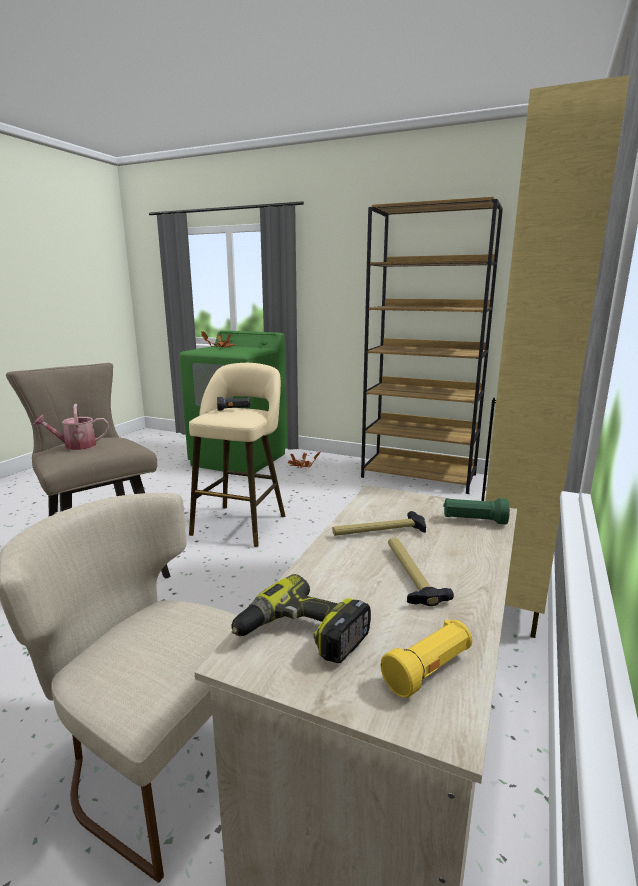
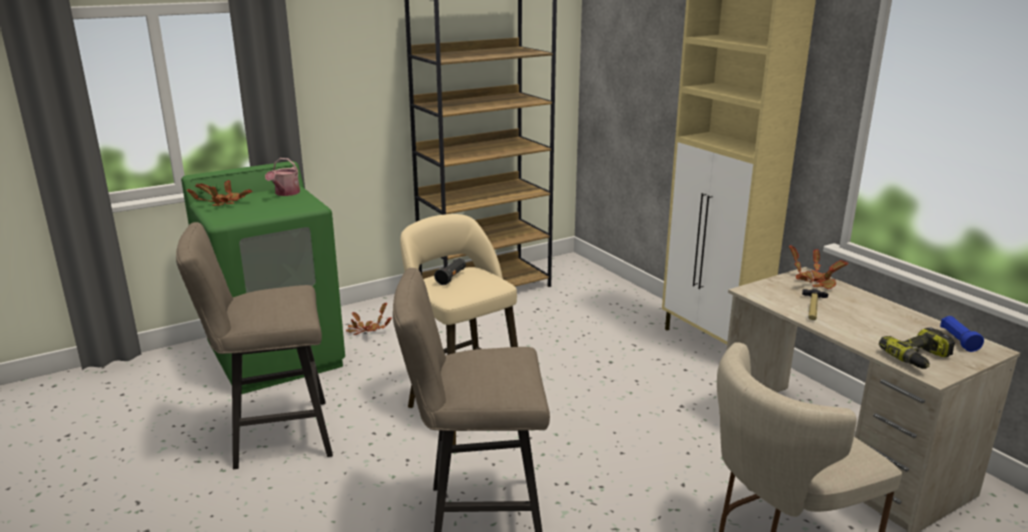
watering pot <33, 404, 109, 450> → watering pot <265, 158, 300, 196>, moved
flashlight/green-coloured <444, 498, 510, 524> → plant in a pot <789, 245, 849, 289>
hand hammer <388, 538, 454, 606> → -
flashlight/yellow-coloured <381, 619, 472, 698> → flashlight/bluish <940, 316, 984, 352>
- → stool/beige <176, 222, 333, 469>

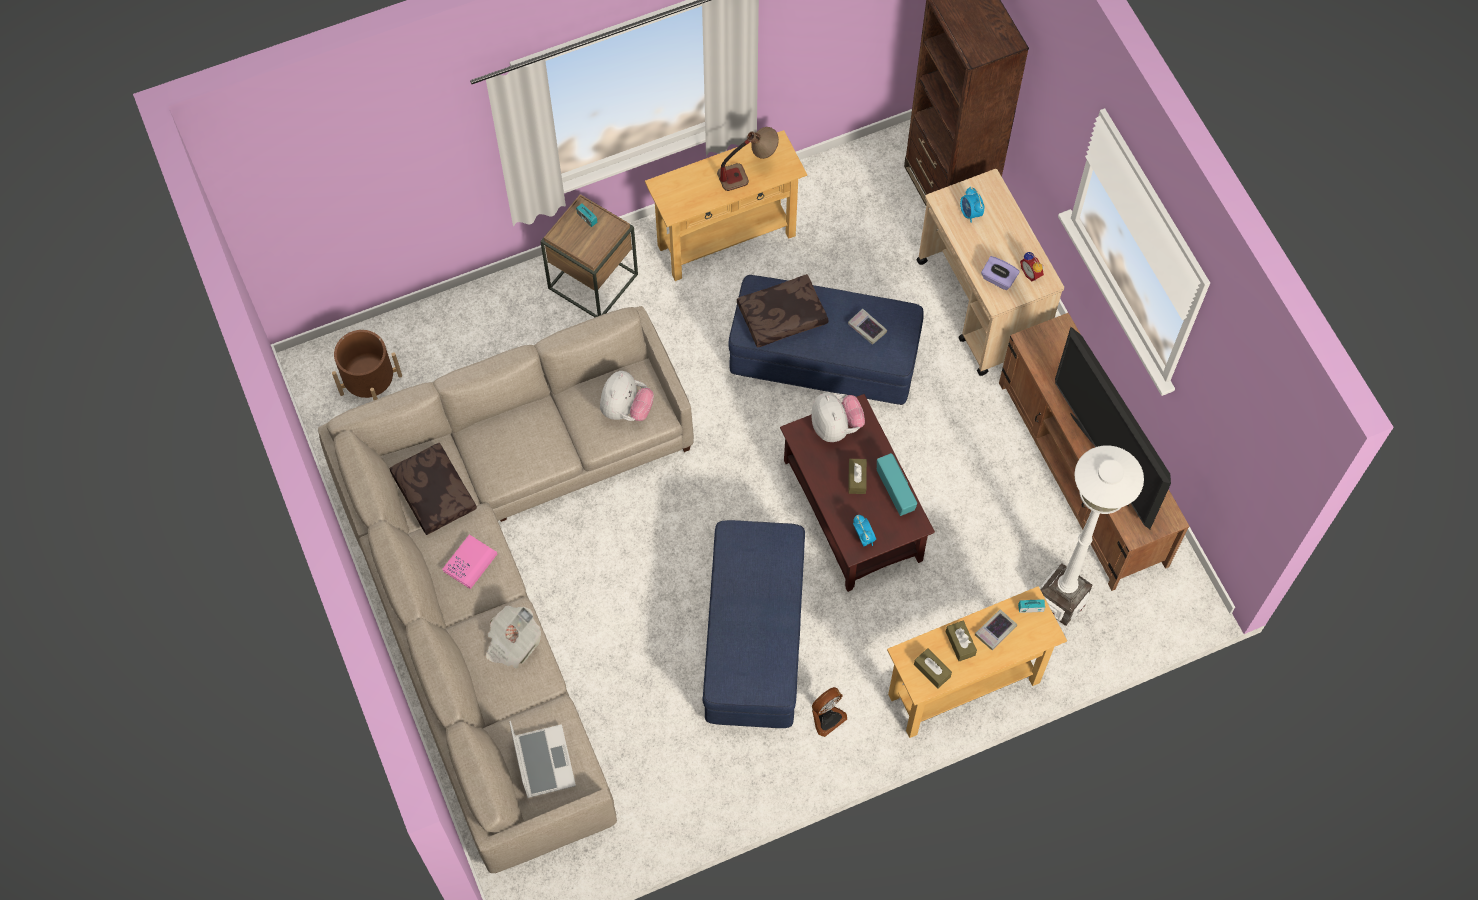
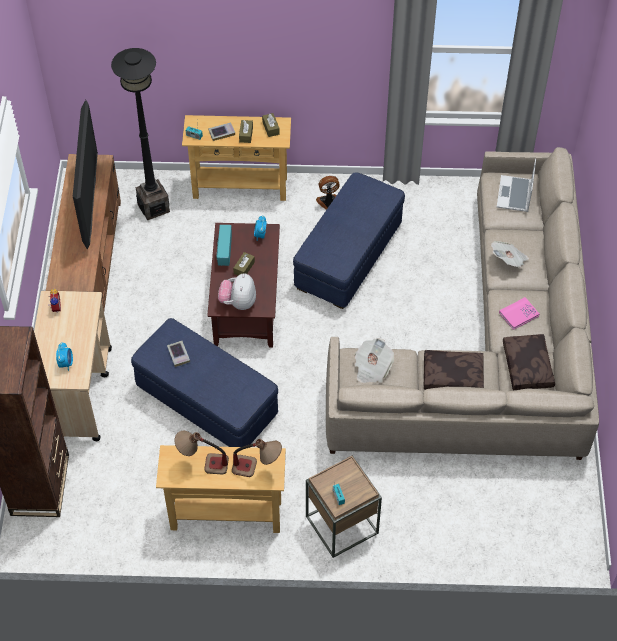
tissue box/purple-coloured <981, 256, 1020, 290> → -
cushion/brownish <737, 274, 829, 348> → cushion/brownish <424, 350, 484, 390>, moved
flower pot/brownish <332, 330, 402, 400> → -
soft toy <600, 371, 654, 421> → newspaper <354, 338, 395, 383>
standard lamp/whitish <1040, 445, 1144, 626> → standard lamp/black <111, 48, 170, 220>
- → lamp for a table <232, 439, 282, 477>

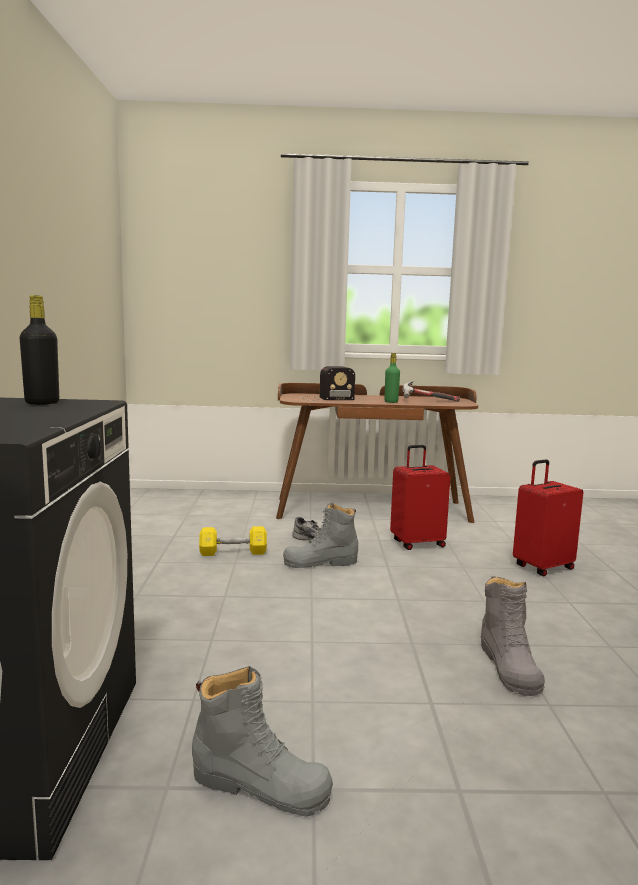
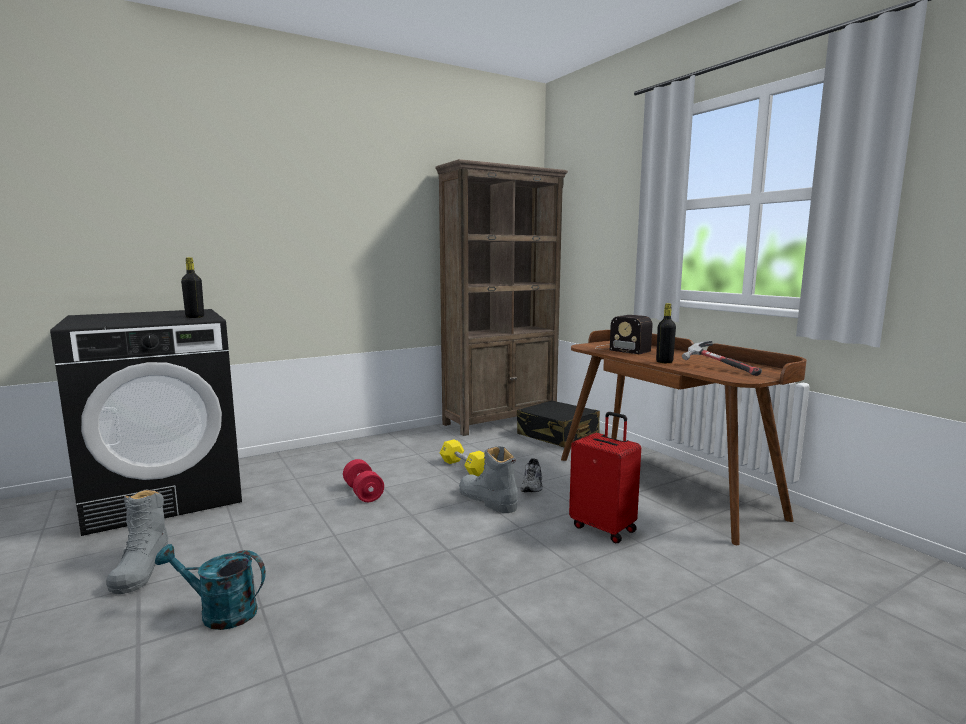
beverage bottle/green-coloured <384, 353, 400, 403> → beverage bottle/black <656, 303, 676, 363>
travel case/reddish <513, 459, 583, 576> → -
boot/gray <481, 576, 545, 696> → -
- → bookshelf/brownish <435, 159, 568, 436>
- → travel case/black <517, 400, 600, 447>
- → free weight/reddish <343, 459, 384, 502>
- → watering pot/blue-green <155, 544, 266, 630>

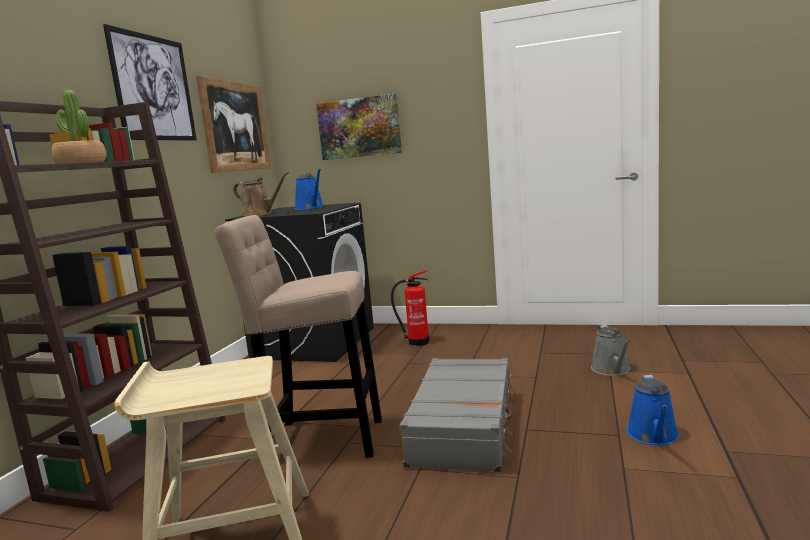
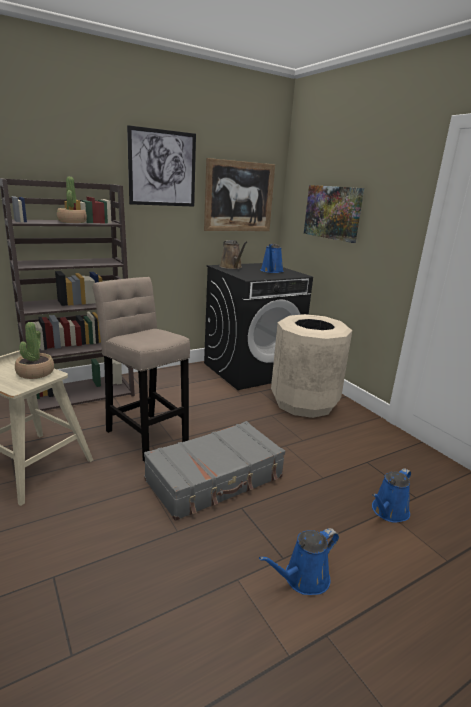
fire extinguisher <391, 270, 429, 346> → trash can/beige <271, 314, 352, 418>
watering pot/gray <591, 325, 630, 376> → watering pot/bluish <372, 468, 411, 523>
- → plant in a pot <15, 322, 54, 379>

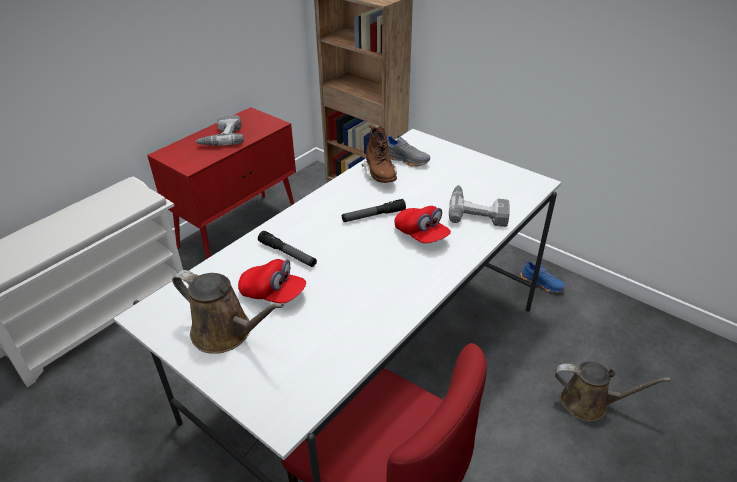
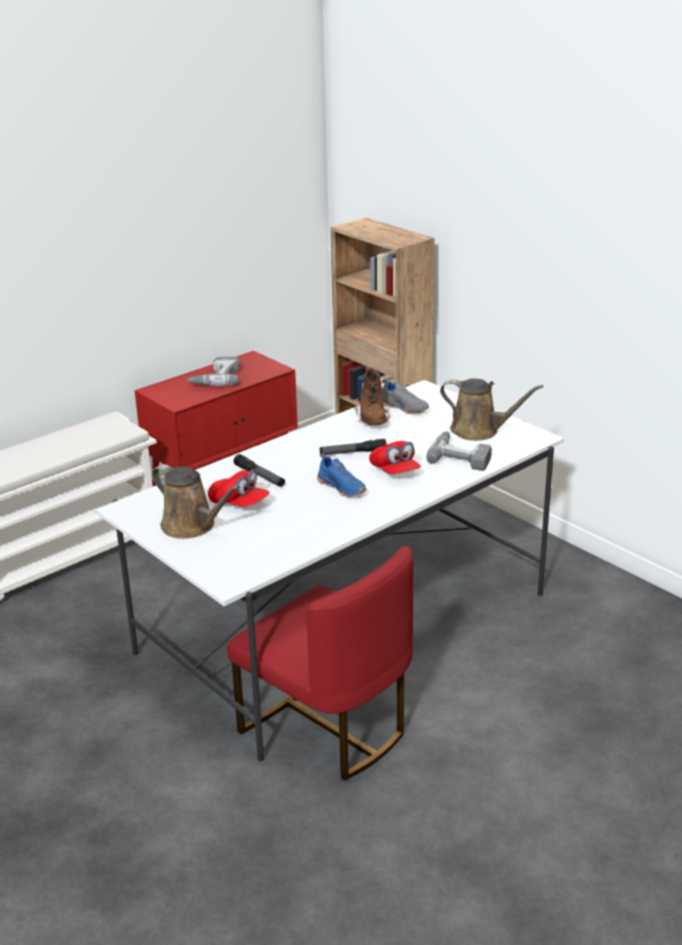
shoe/bluish <520, 260, 566, 293> → shoe/bluish <317, 453, 366, 497>, moved
watering pot/brownish <555, 361, 670, 422> → watering pot/brownish <440, 379, 544, 441>, moved

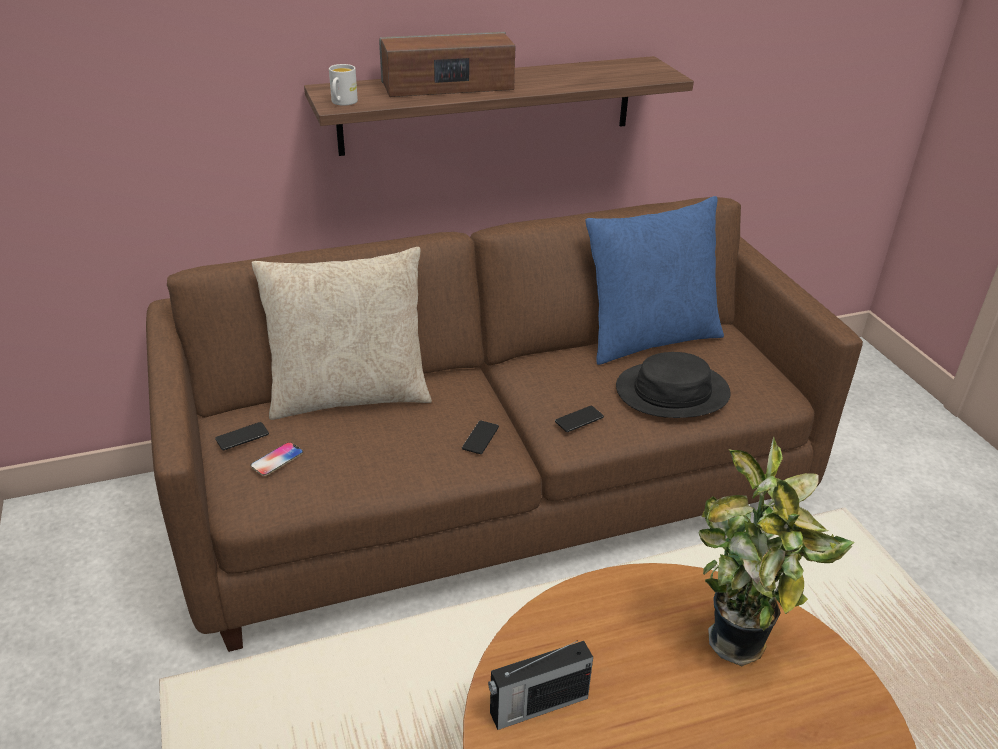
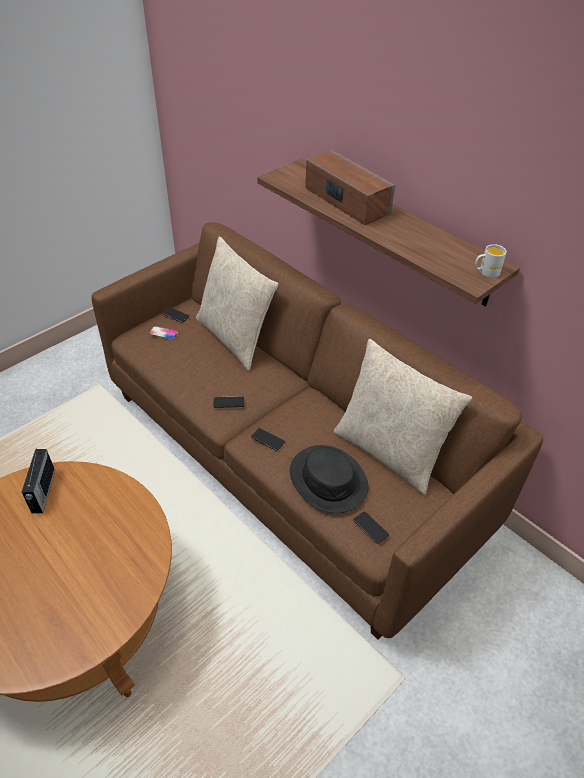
coffee mug/whitish <329, 64, 358, 106> → coffee mug/whitish <475, 244, 507, 278>, moved
cushion/bluish <585, 196, 724, 365> → cushion/beige <334, 339, 472, 495>
plant in a pot <698, 436, 855, 666> → -
radio set <488, 640, 593, 730> → radio set <22, 449, 55, 513>, 135 degrees counterclockwise
- → telephone <353, 511, 389, 544>

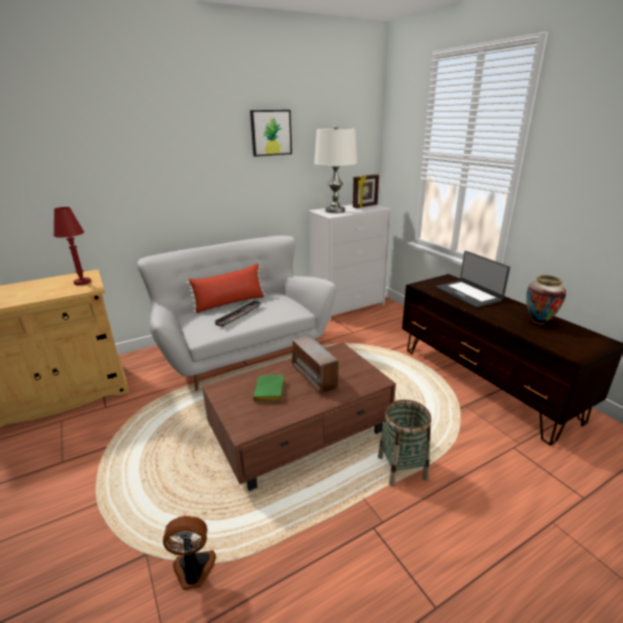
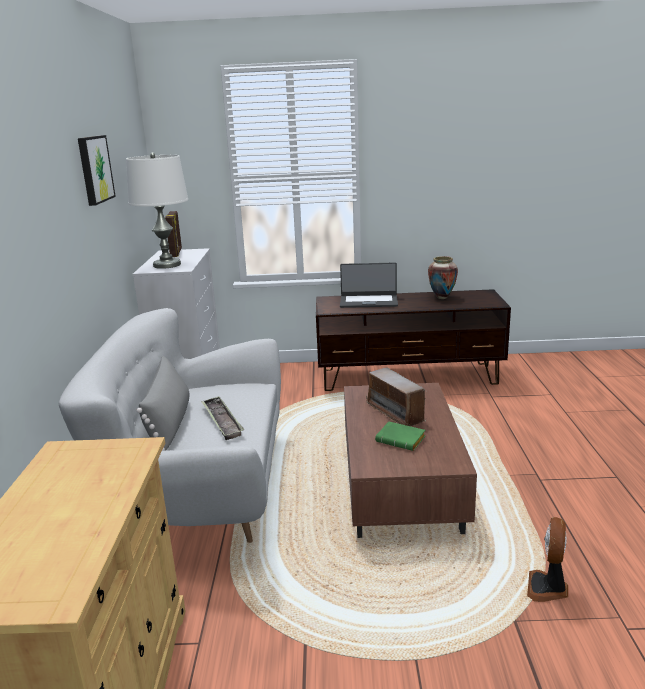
lamp for a table/reddish <53, 207, 91, 285> → -
cushion/reddish <186, 263, 266, 313> → cushion/gray <137, 356, 189, 451>
radio set <291, 335, 340, 396> → radio set <366, 368, 427, 426>, 60 degrees clockwise
storage basket <378, 400, 431, 486> → -

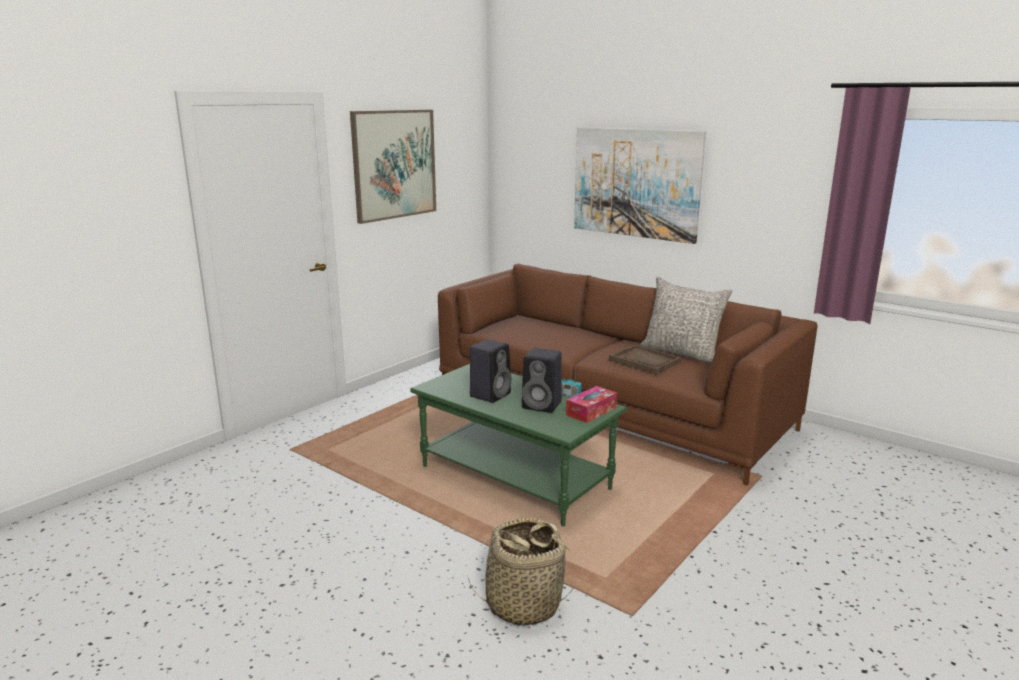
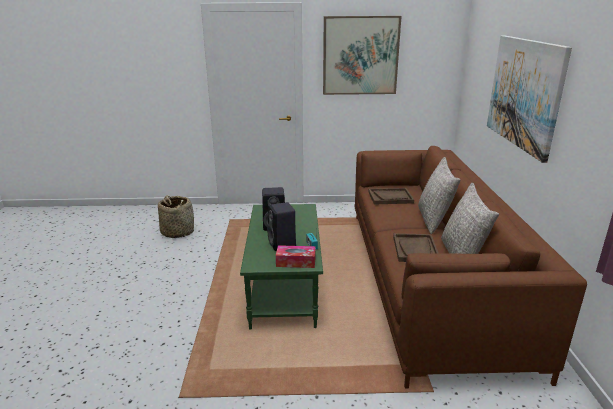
storage basket <467, 518, 574, 626> → storage basket <158, 195, 194, 238>, moved
- → cushion/gray <418, 157, 460, 234>
- → tray/brownish <369, 188, 414, 204>

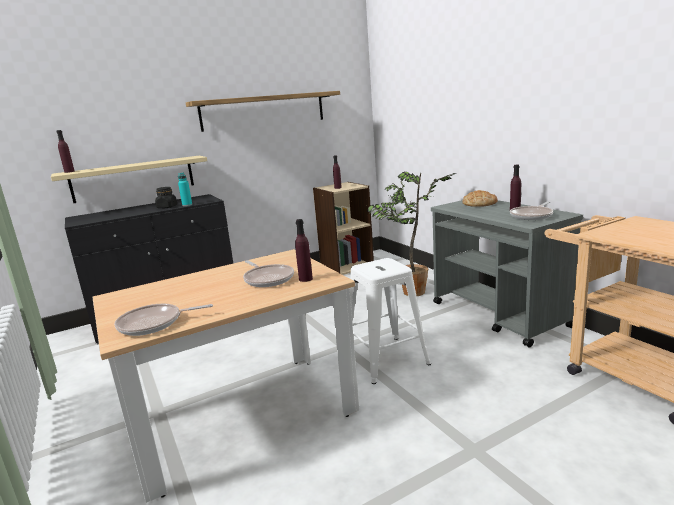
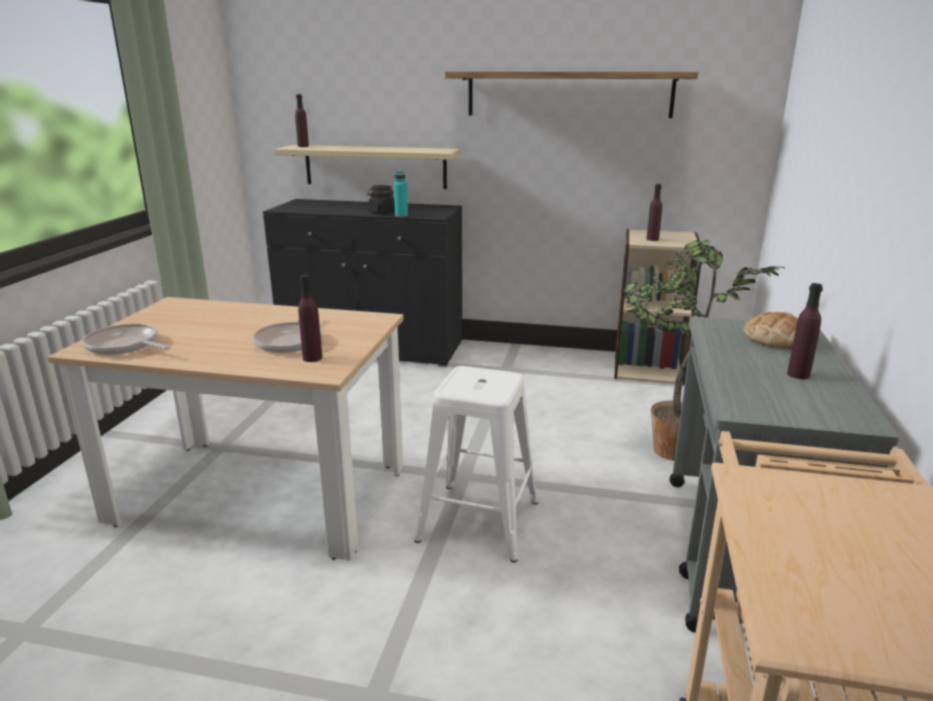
pan <510, 202, 553, 220> → -

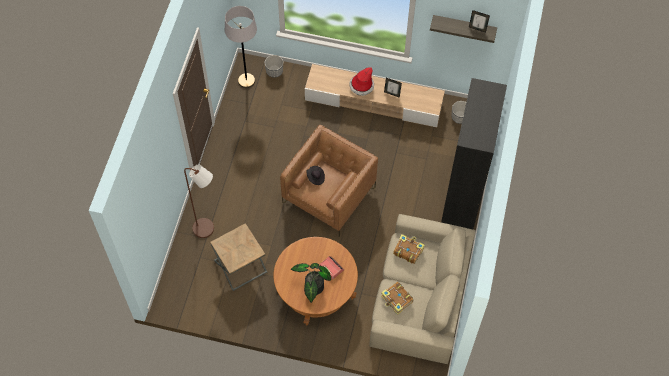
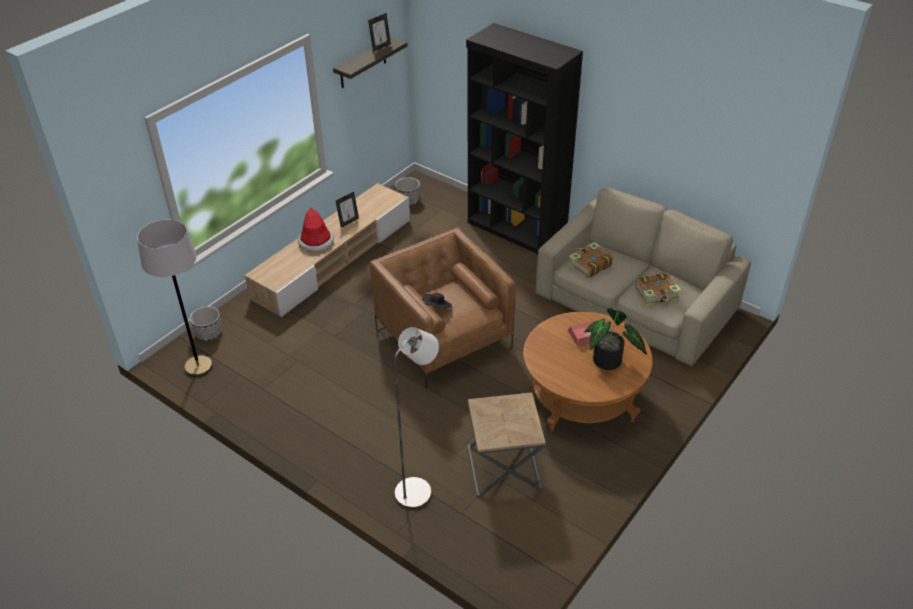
standard lamp/brownish <184, 164, 214, 238> → standard lamp/gray <394, 327, 439, 509>

